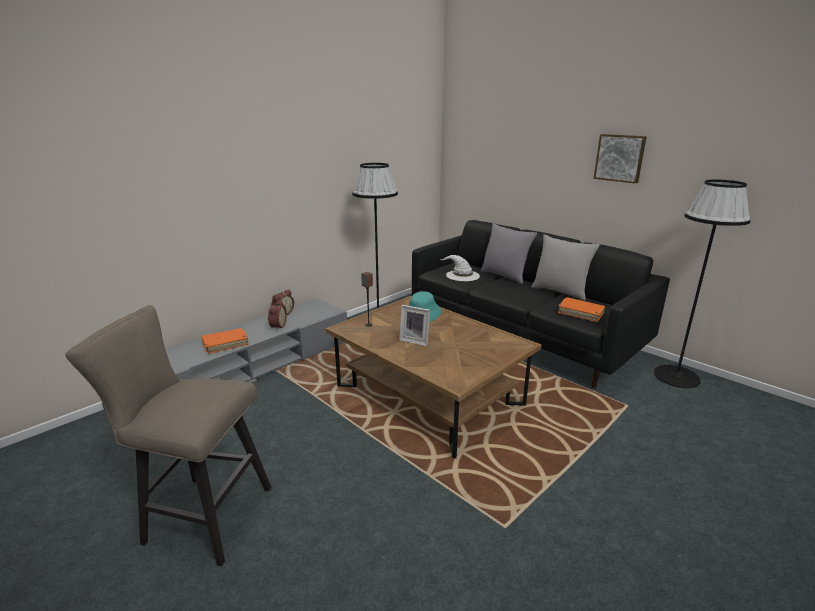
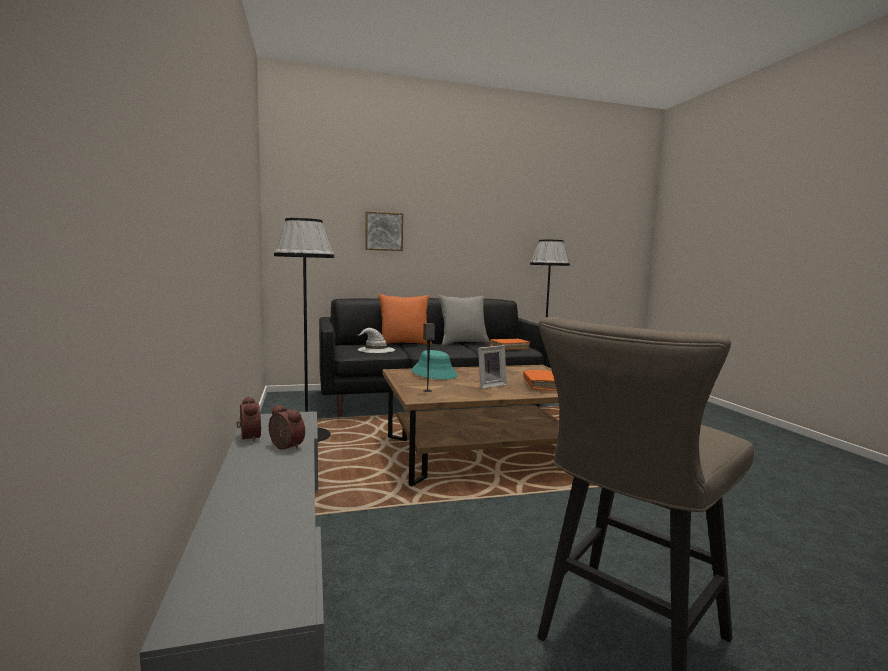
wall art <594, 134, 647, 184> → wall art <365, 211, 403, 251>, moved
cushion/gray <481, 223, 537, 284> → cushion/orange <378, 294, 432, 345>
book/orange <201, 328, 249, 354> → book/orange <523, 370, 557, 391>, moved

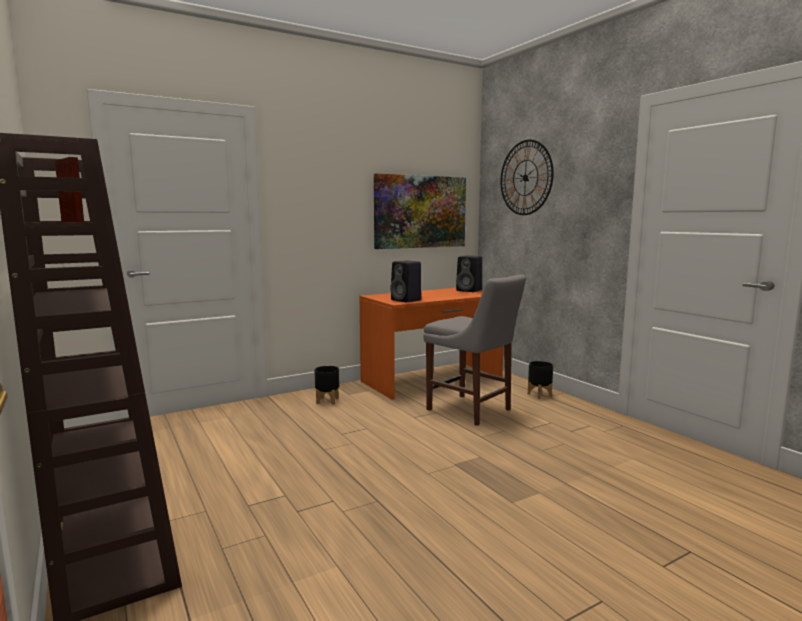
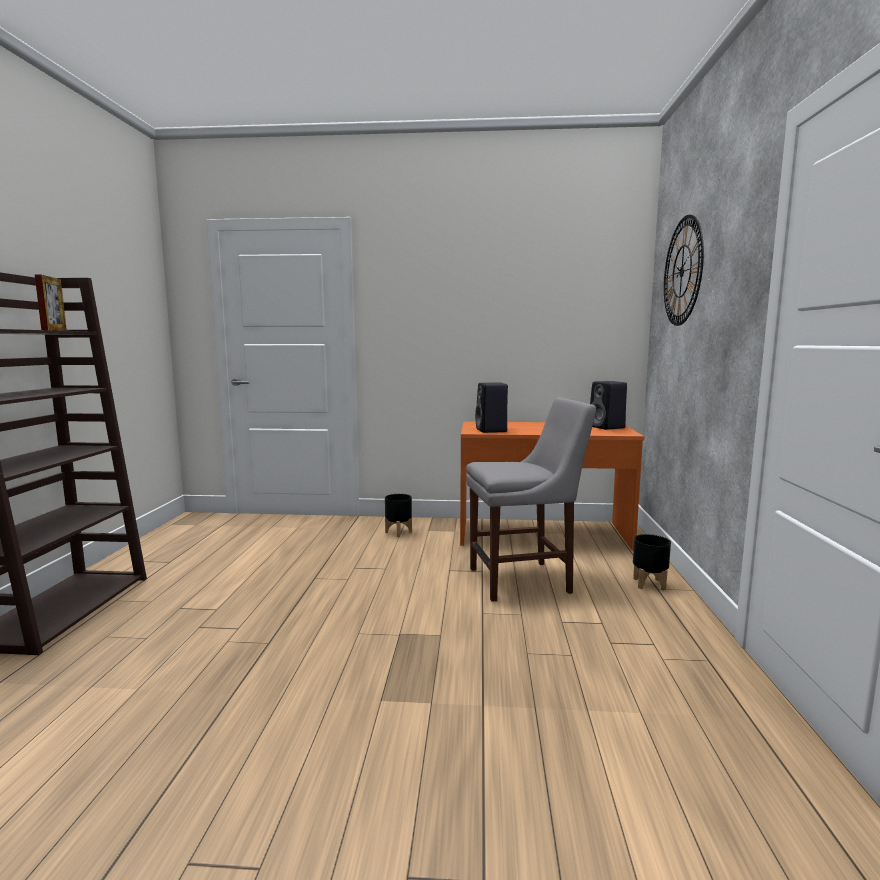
wall art <374, 173, 466, 249> → -
upright chair/gray <423, 274, 526, 426> → upright chair/gray <466, 397, 596, 602>, 90 degrees counterclockwise

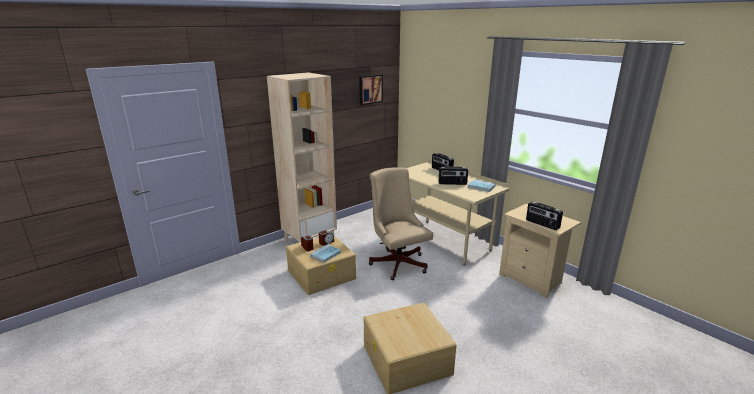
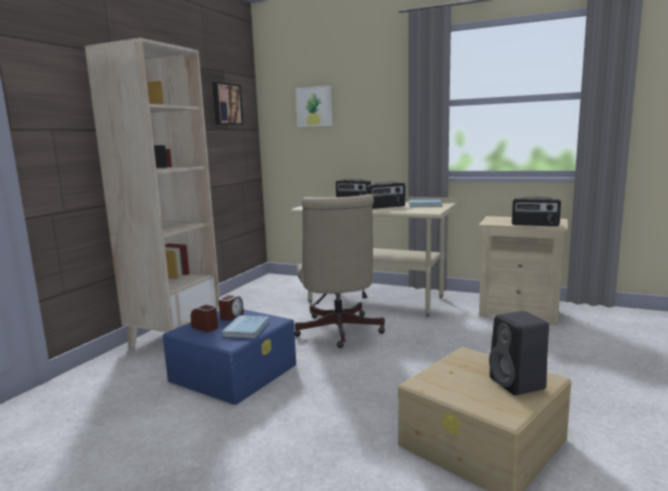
office chair/beige <369, 167, 433, 280> → office chair/beige <294, 194, 385, 348>, 135 degrees counterclockwise
storage bin/beige <286, 236, 356, 295> → storage bin/bluish <163, 309, 296, 405>
- → wall art <296, 85, 332, 127>
- → audio speaker/black <489, 311, 549, 395>

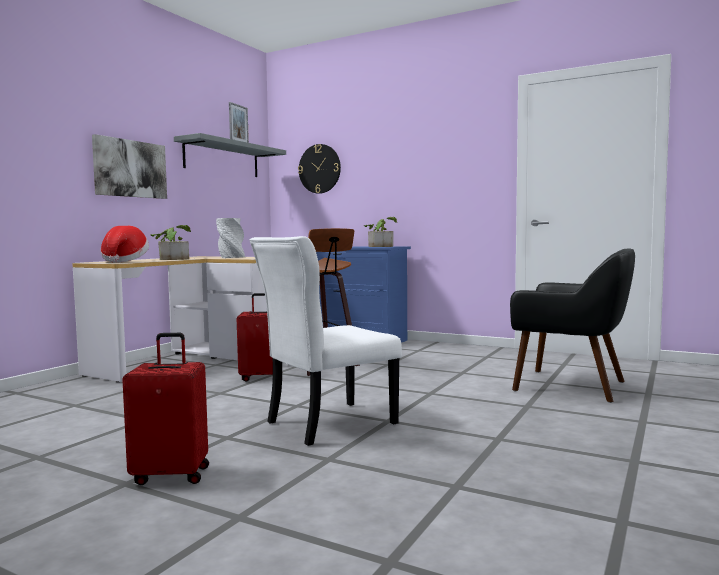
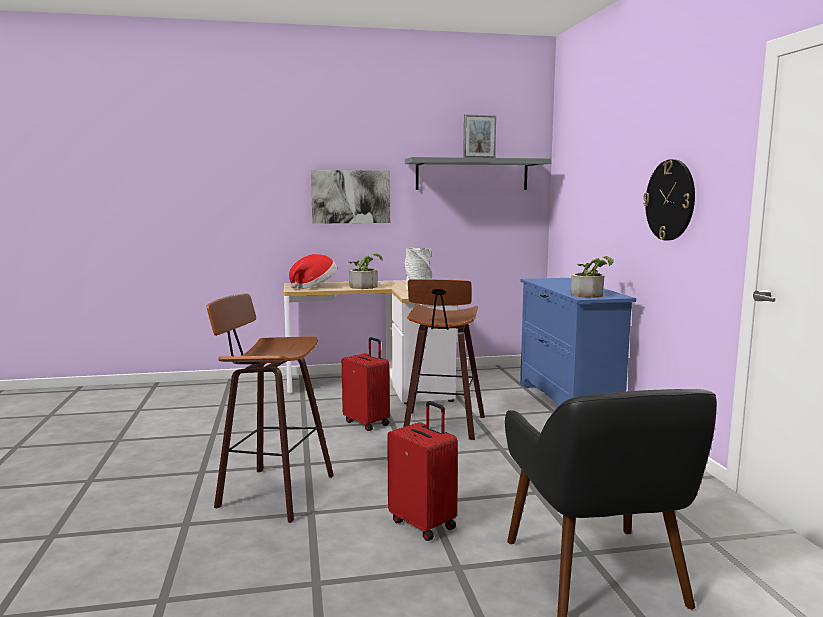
clock on the wall <298, 144, 341, 194> → clock on the wall <643, 159, 695, 241>, moved
upright chair/whitish <250, 236, 402, 446> → stool <206, 293, 334, 523>
travel case/reddish <122, 333, 209, 485> → travel case/reddish <387, 401, 458, 541>, moved

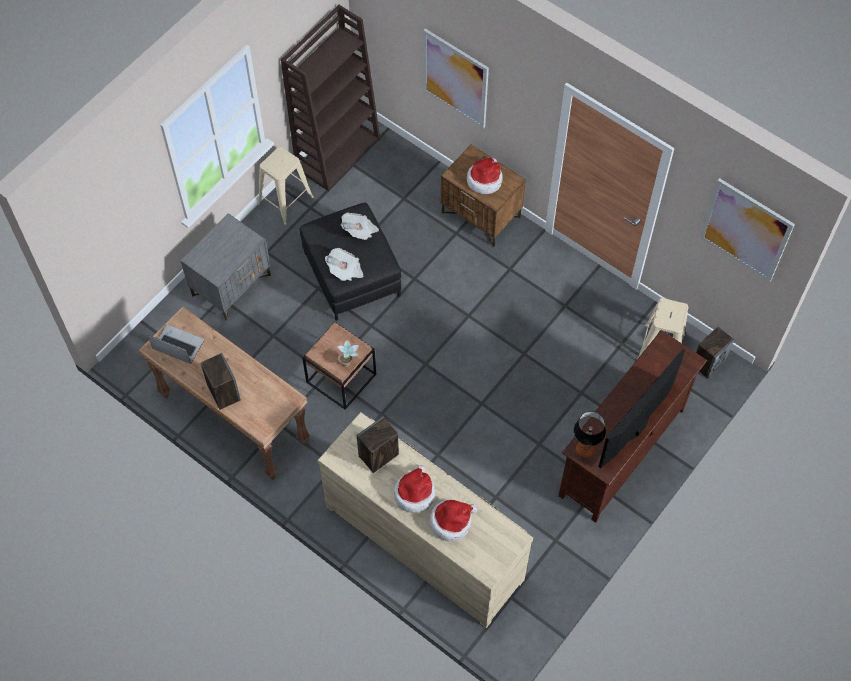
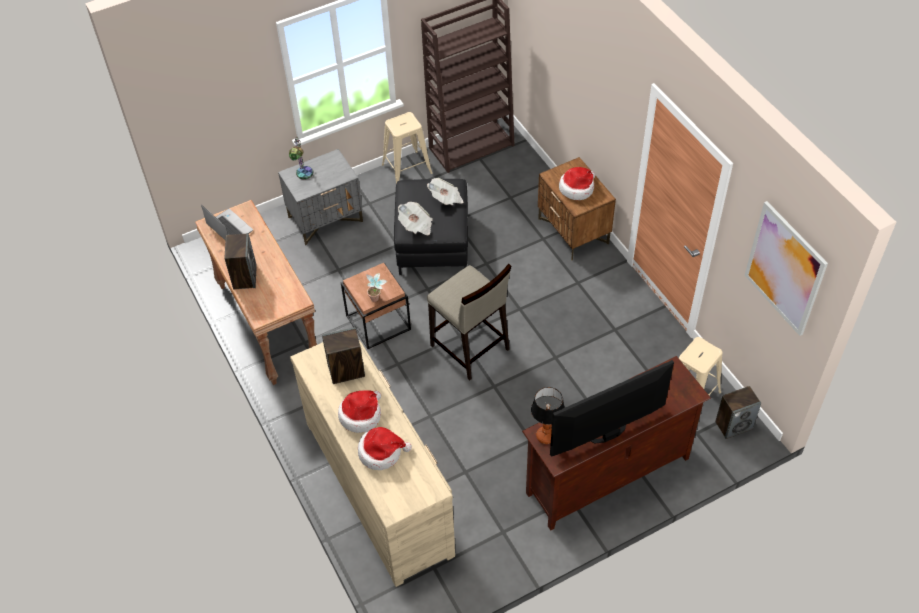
wall art <423, 29, 489, 129> → -
- → lamp for a table <289, 136, 313, 180>
- → stool/beige <427, 264, 511, 380>

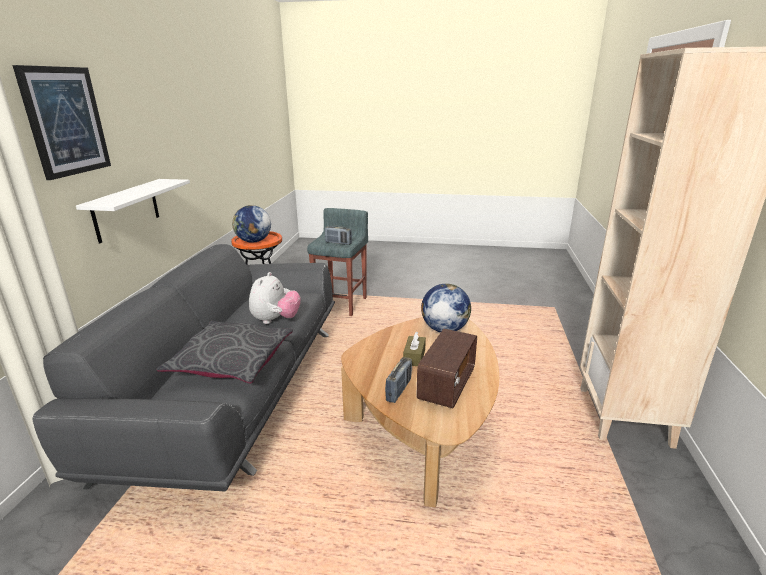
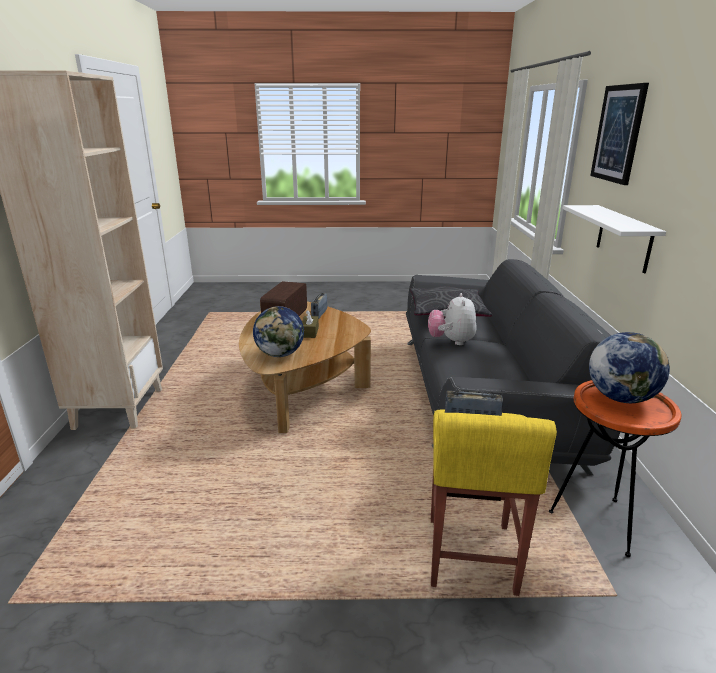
stool/gray <307, 208, 368, 316> → stool/yellow-coloured <431, 409, 557, 596>

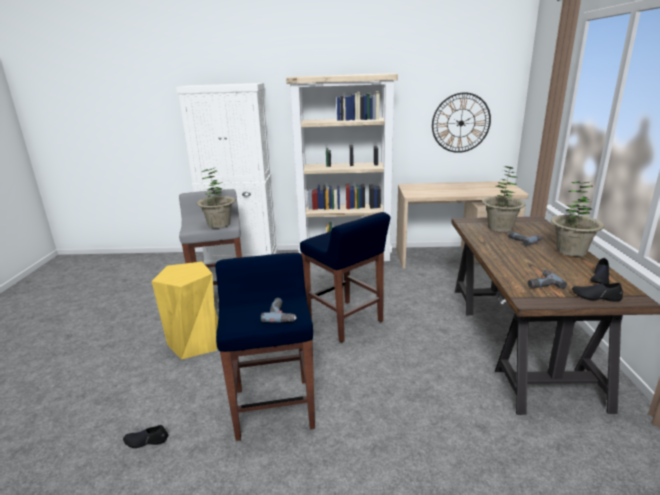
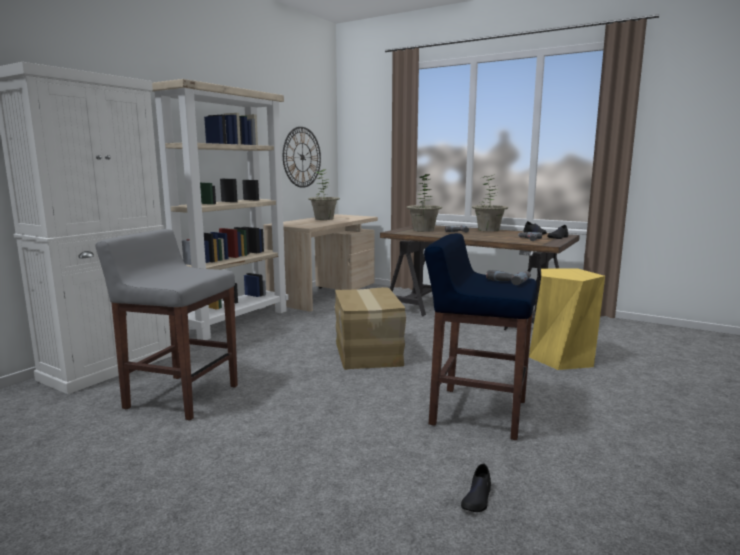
plant in a pot <197, 167, 235, 228> → plant in a pot <308, 169, 340, 220>, moved
stool/bluish <300, 212, 390, 343> → carton <335, 287, 406, 370>
stool/yellow-coloured <152, 262, 218, 360> → stool/yellow-coloured <529, 268, 605, 370>, moved

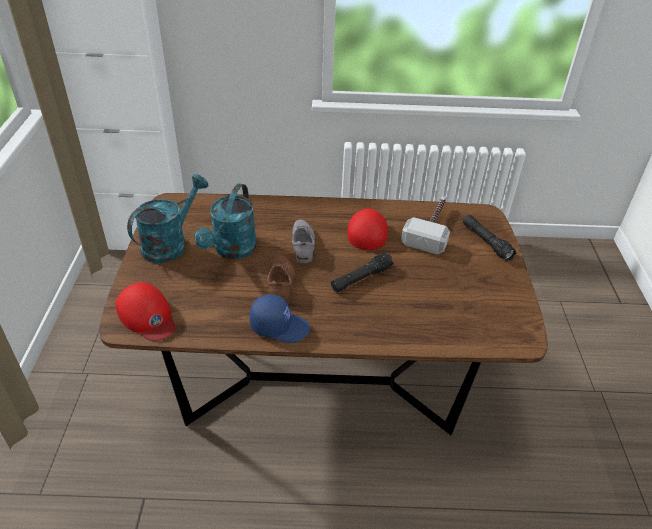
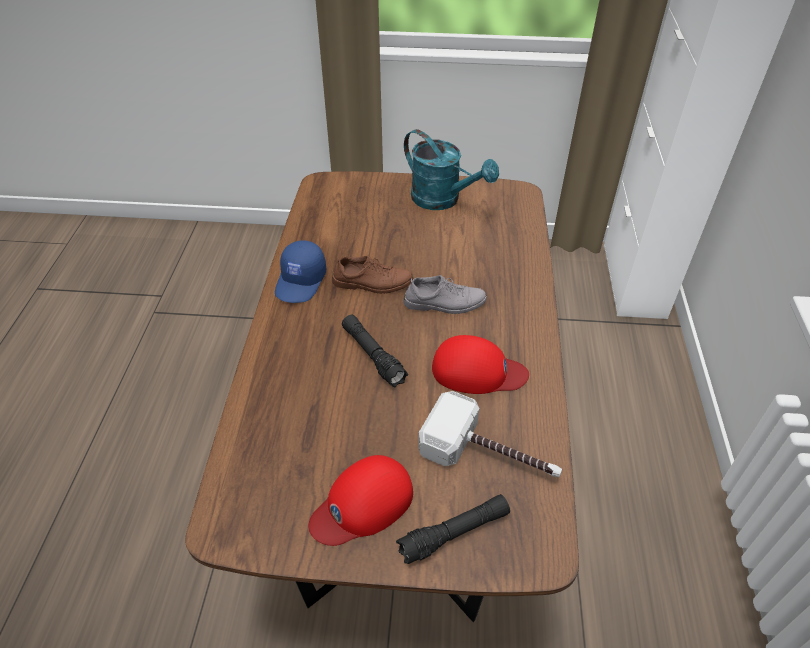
watering pot/blue-green <194, 183, 257, 259> → -
peaked cap/reddish <116, 282, 176, 341> → peaked cap/reddish <309, 455, 413, 546>, moved

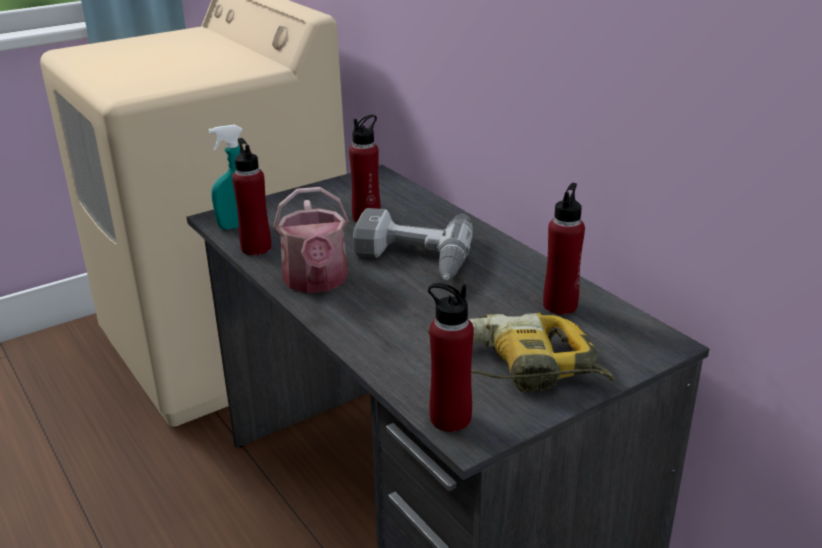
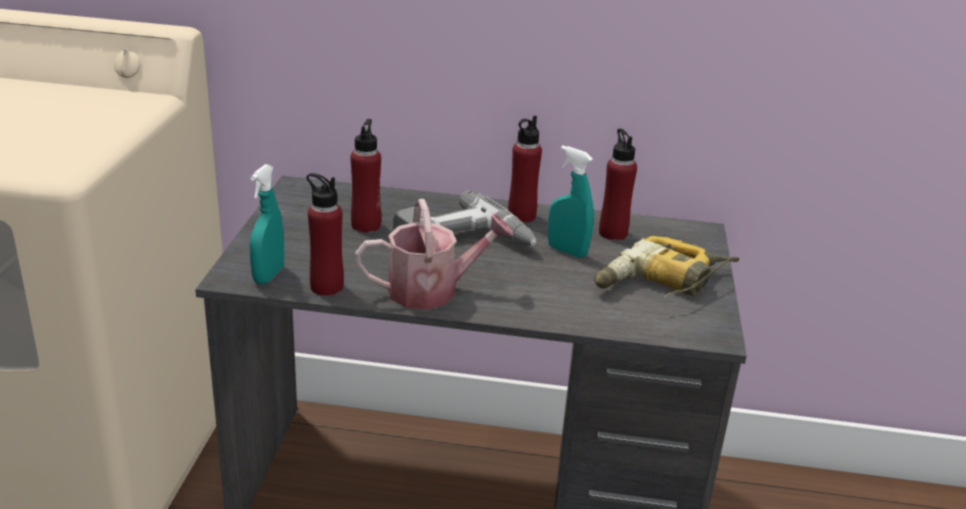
watering pot <274, 187, 349, 293> → watering pot <355, 199, 513, 310>, 45 degrees counterclockwise
beverage bottle/reddish <428, 283, 474, 432> → beverage bottle/reddish <508, 116, 542, 223>, moved
- → sprayer/blue-green <548, 145, 594, 258>

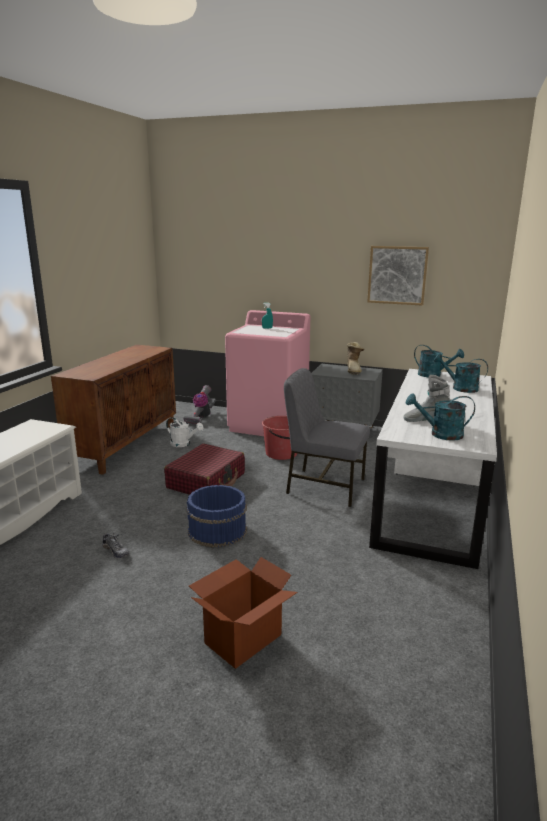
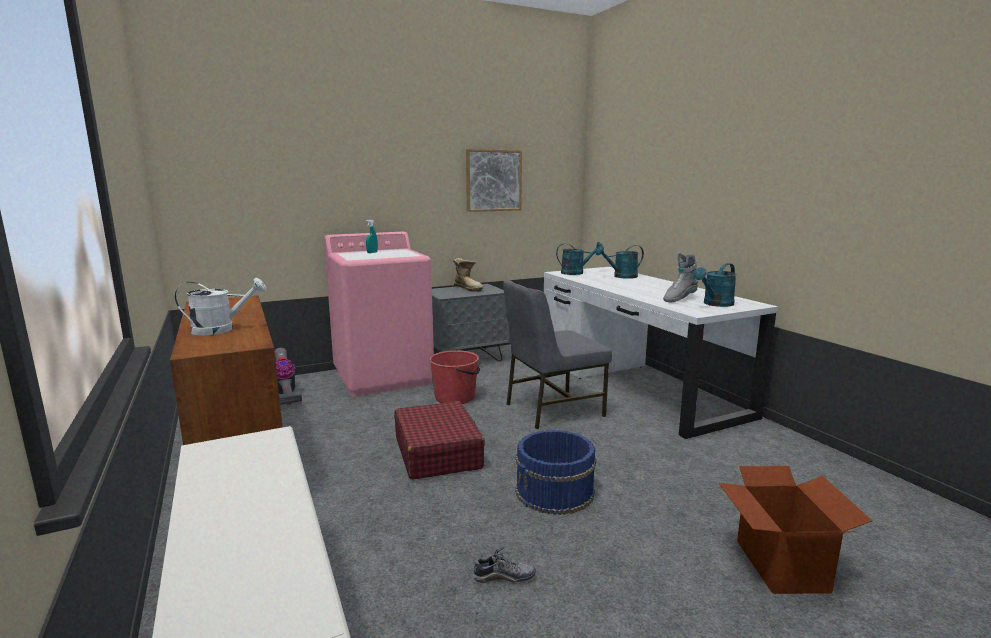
watering pot/whitish <166, 417, 203, 447> → watering pot/whitish <174, 278, 266, 335>, moved

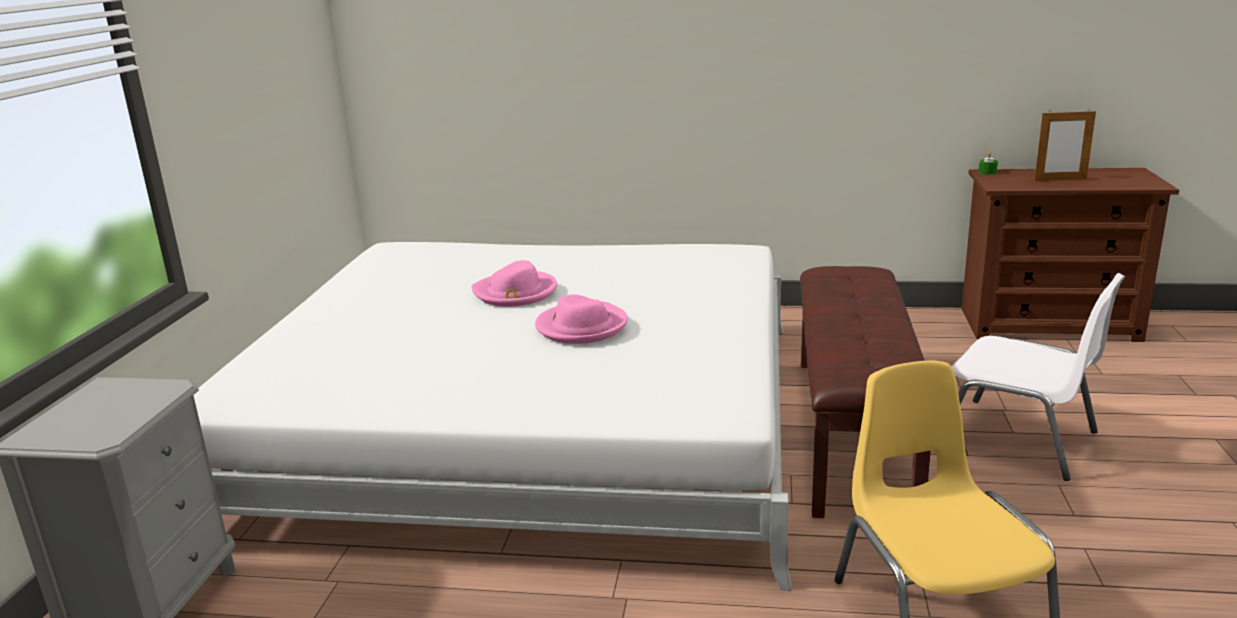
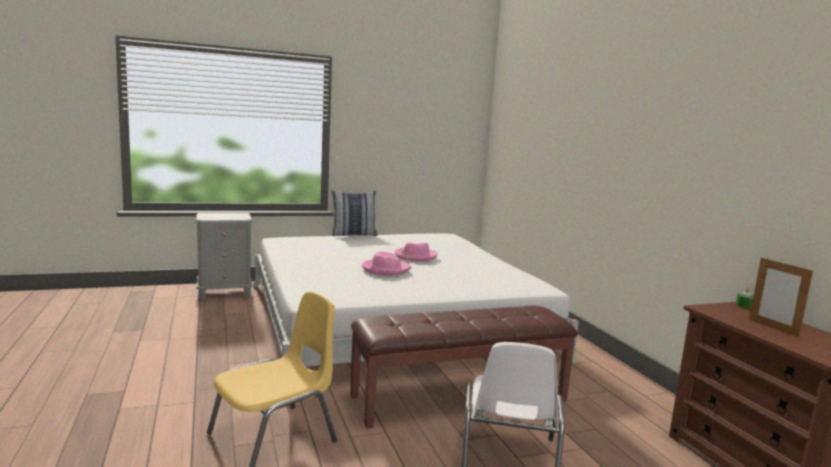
- → cushion <331, 190, 377, 236>

